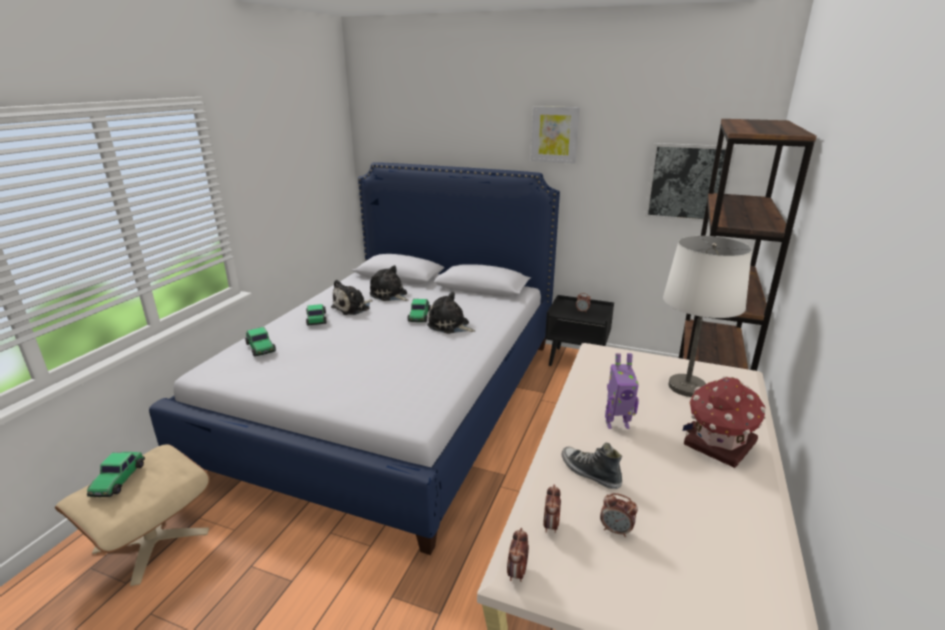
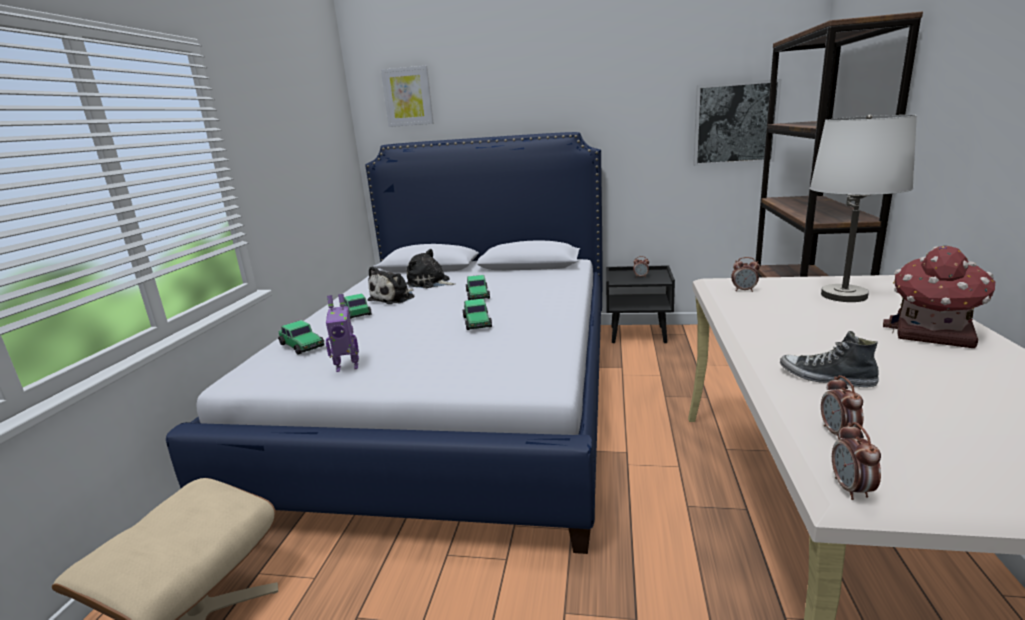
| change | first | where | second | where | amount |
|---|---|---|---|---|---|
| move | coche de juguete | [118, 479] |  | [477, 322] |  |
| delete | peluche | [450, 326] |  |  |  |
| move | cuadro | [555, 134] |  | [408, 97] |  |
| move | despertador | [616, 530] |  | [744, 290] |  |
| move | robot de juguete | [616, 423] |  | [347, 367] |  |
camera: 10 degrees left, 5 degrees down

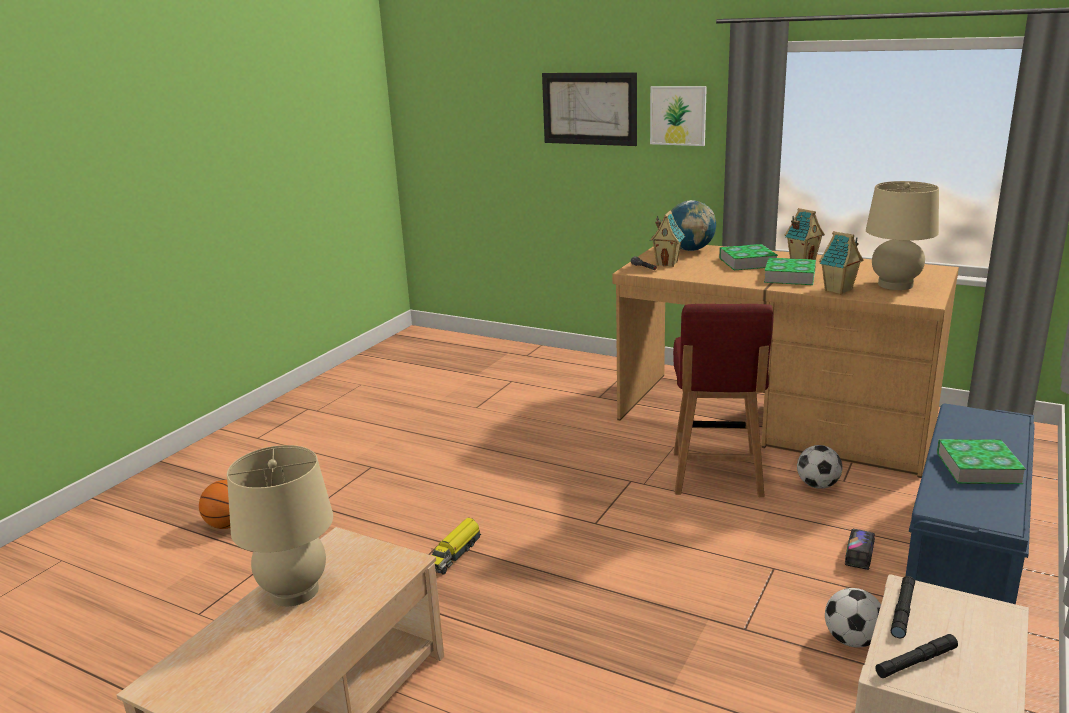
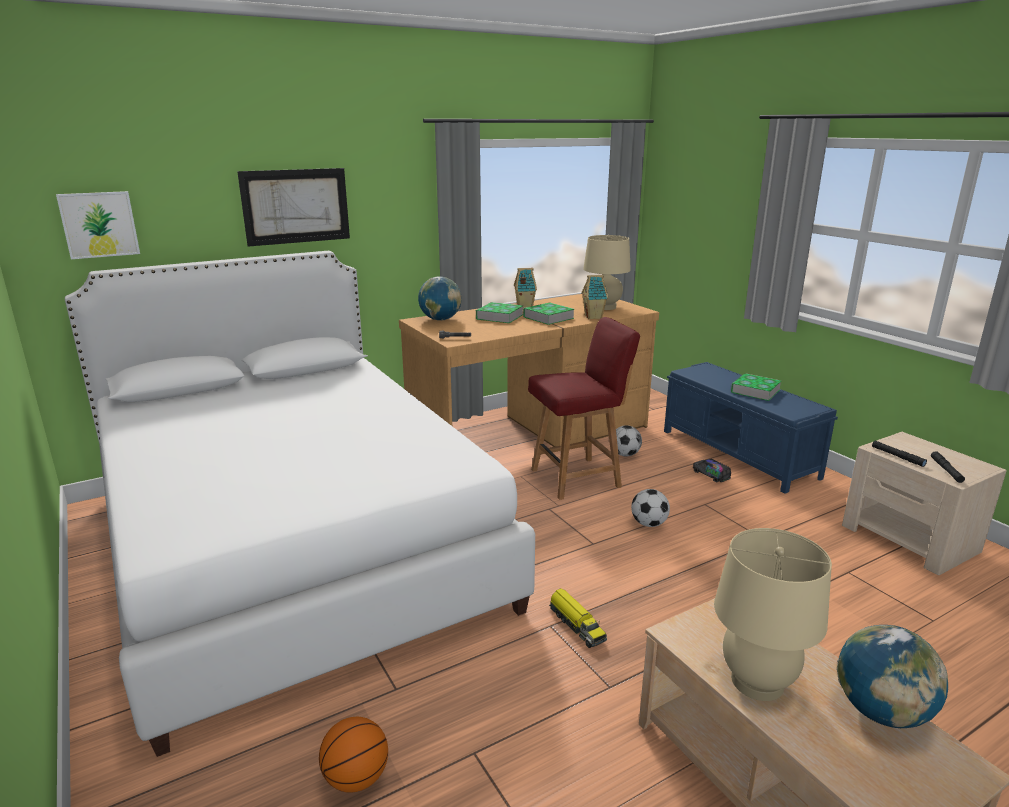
| change | first | where | second | where | amount |
|---|---|---|---|---|---|
| move | cuadro | [678, 115] |  | [99, 224] |  |
| delete | casita | [667, 263] |  |  |  |
| rotate | silla [rojo] | [716, 475] |  | [577, 478] | 60 degrees counterclockwise |
| move | balón de fútbol | [852, 640] |  | [649, 524] |  |
| insert |  |  | cama [blanco] | [293, 546] |  |
| insert |  |  | globo terráqueo | [881, 712] |  |
camera: 60 degrees left, 0 degrees up

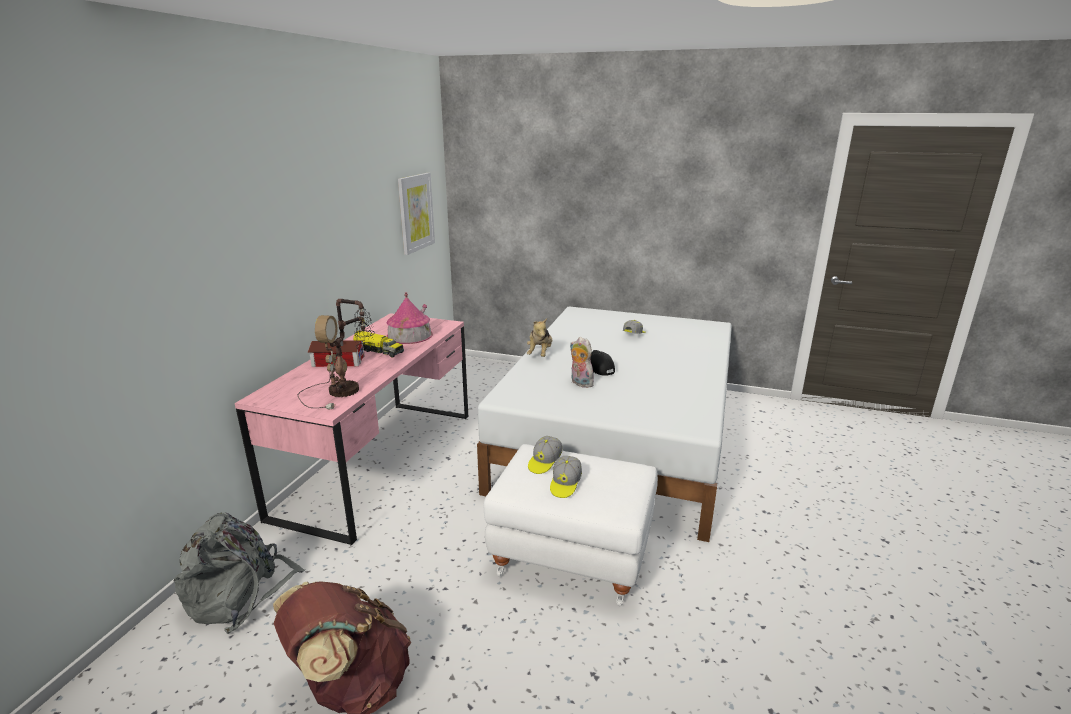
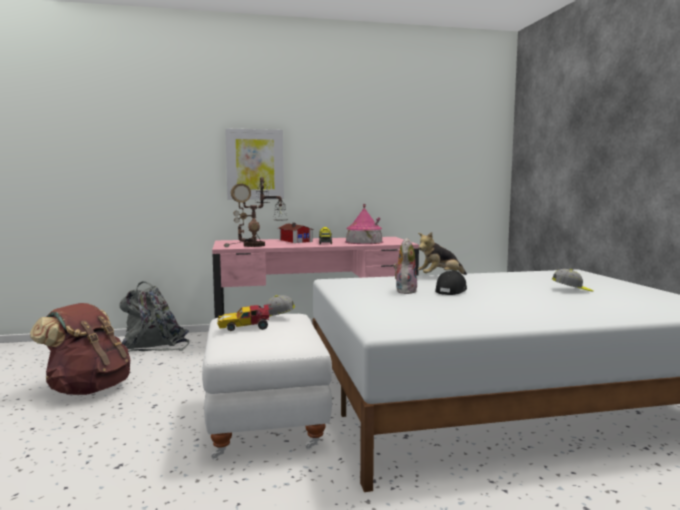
| change | first | where | second | where | amount |
|---|---|---|---|---|---|
| move | cuadro | [416, 212] |  | [255, 164] |  |
| replace | gorra | [565, 484] | coche de juguete | [246, 327] |  |
camera: 60 degrees right, 15 degrees down

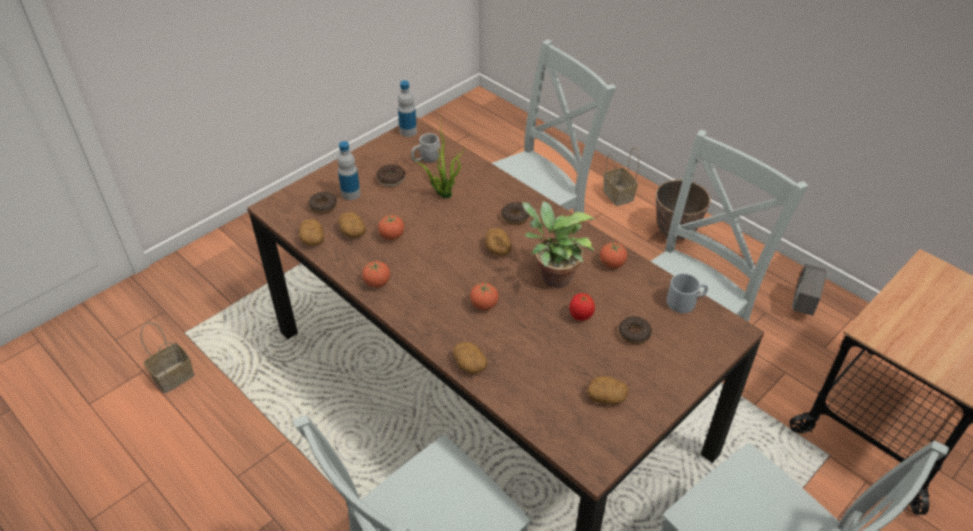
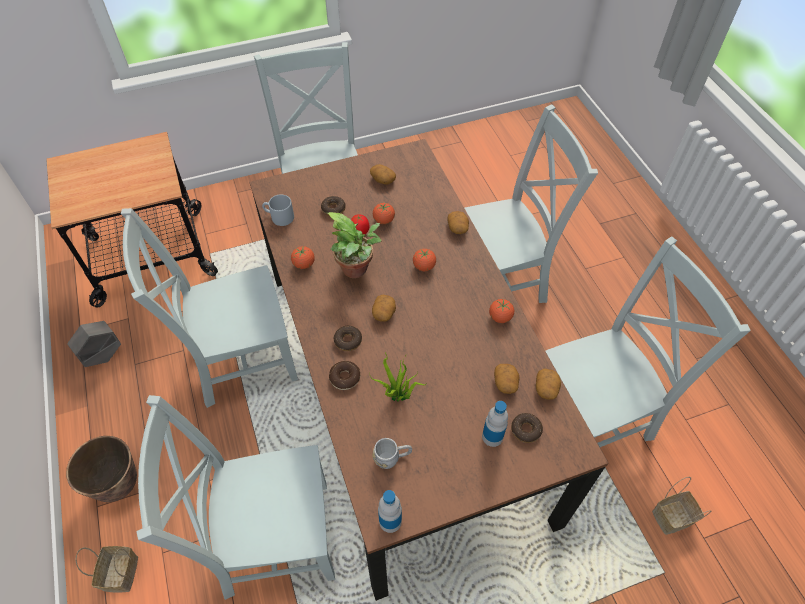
| change | first | where | second | where | amount |
|---|---|---|---|---|---|
| move | rosquilla | [391, 179] |  | [345, 378] |  |
| move | tomate | [392, 236] |  | [384, 220] |  |
| insert |  |  | silla [gris] | [593, 416] |  |
camera: 155 degrees left, 10 degrees up

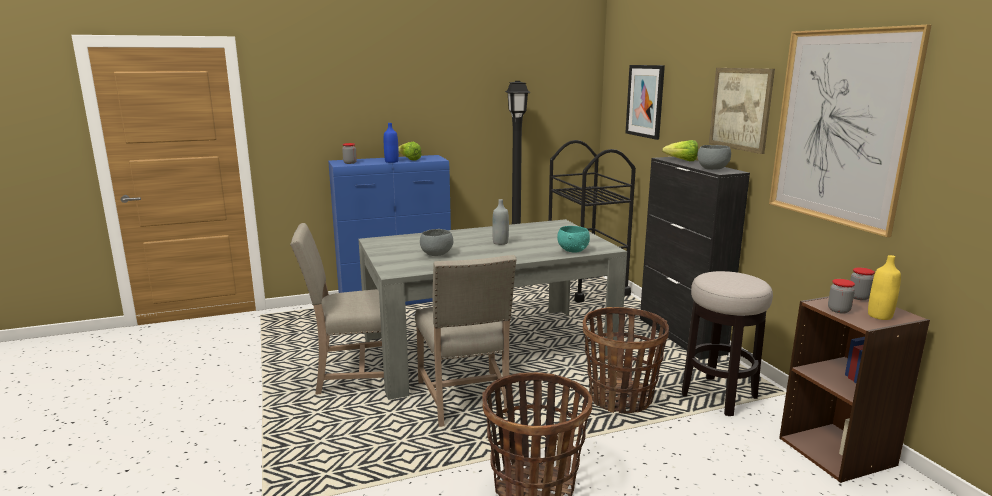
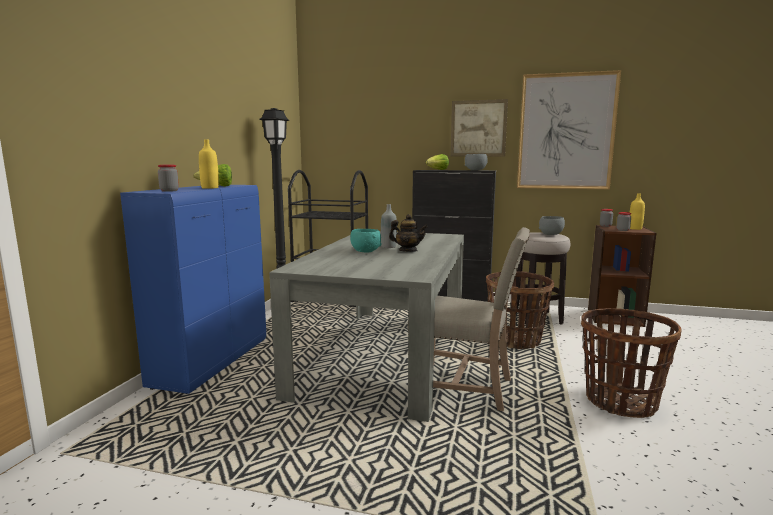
| change | first | where | second | where | amount |
|---|---|---|---|---|---|
| delete | silla [beis] | [357, 375] |  |  |  |
| recolor | botella [azul] | [391, 161] | botella [amarillo] | [210, 188] |  |
| move | cuenco [gris] | [436, 254] |  | [551, 234] |  |
| move | cuenco [turquesa] | [573, 250] |  | [365, 251] |  |
| delete | cuadro | [645, 101] |  |  |  |
| insert |  |  | tetera | [408, 251] |  |
camera: 55 degrees left, 5 degrees down

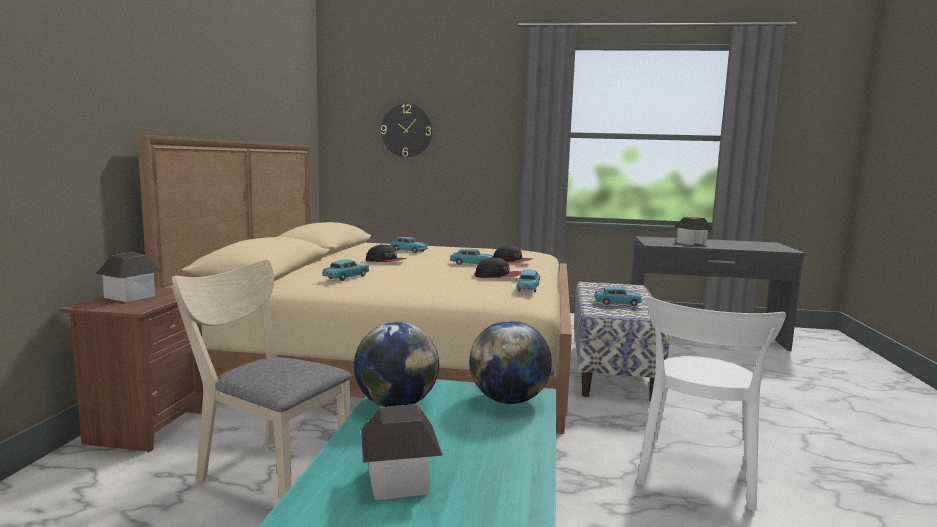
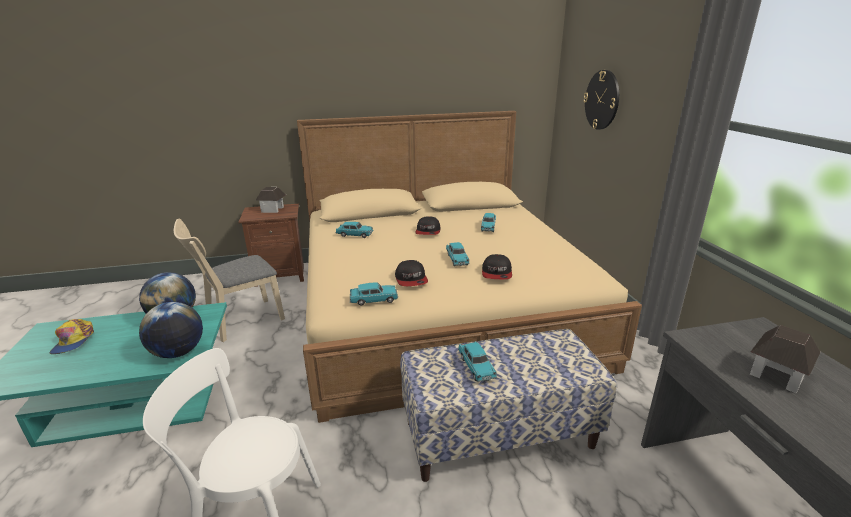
| change | first | where | second | where | amount |
|---|---|---|---|---|---|
| rotate | silla [beis] | [268, 470] |  | [239, 321] | 135 degrees counterclockwise |
| replace | casita | [399, 481] | gorra | [74, 341] |  |
camera: 70 degrees right, 15 degrees up

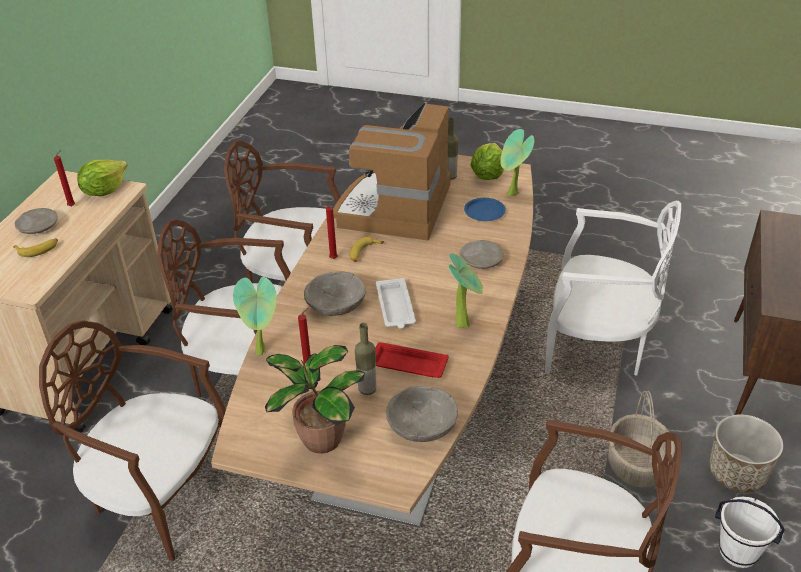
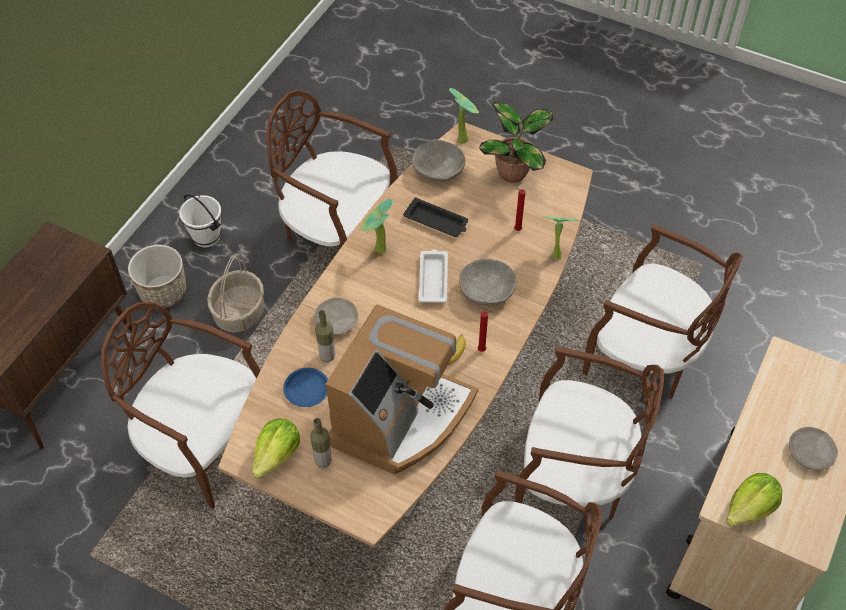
| change | first | where | second | where | amount |
|---|---|---|---|---|---|
| delete | plátano | [38, 249] |  |  |  |
| delete | vela [rojo] | [73, 205] |  |  |  |
| move | botella | [367, 389] |  | [327, 356] |  |
| recolor | bandeja [rojo] | [407, 364] | bandeja [negro] | [437, 221] |  |
| move | planta en maceta | [512, 195] |  | [463, 139] |  |
| recolor | silla [blanco] | [597, 346] | silla [marrón] | [203, 443] |  |
camera: 170 degrees left, 15 degrees up

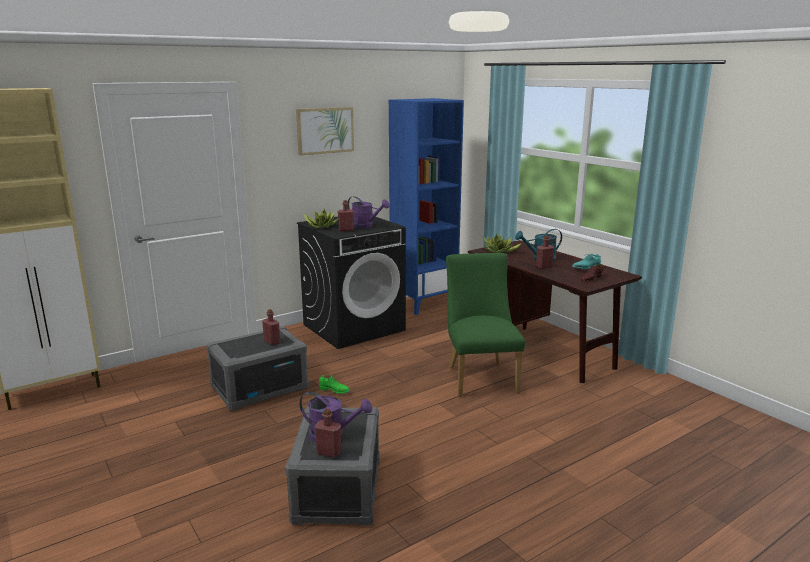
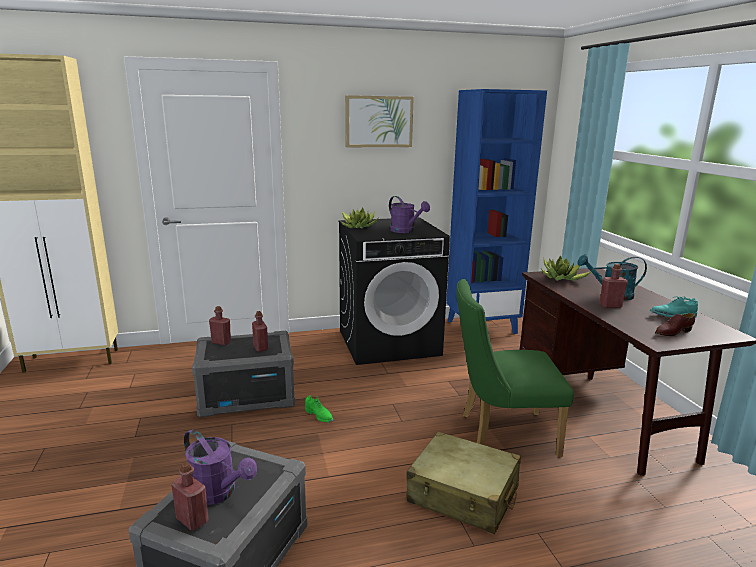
| change | first | where | second | where | amount |
|---|---|---|---|---|---|
| move | botella [rojo] | [346, 230] |  | [221, 342] |  |
| rotate | silla [verde] | [480, 376] |  | [500, 434] | 105 degrees counterclockwise |
| insert |  |  | maleta [beis] | [463, 495] |  |
camera: 20 degrees right, 0 degrees up

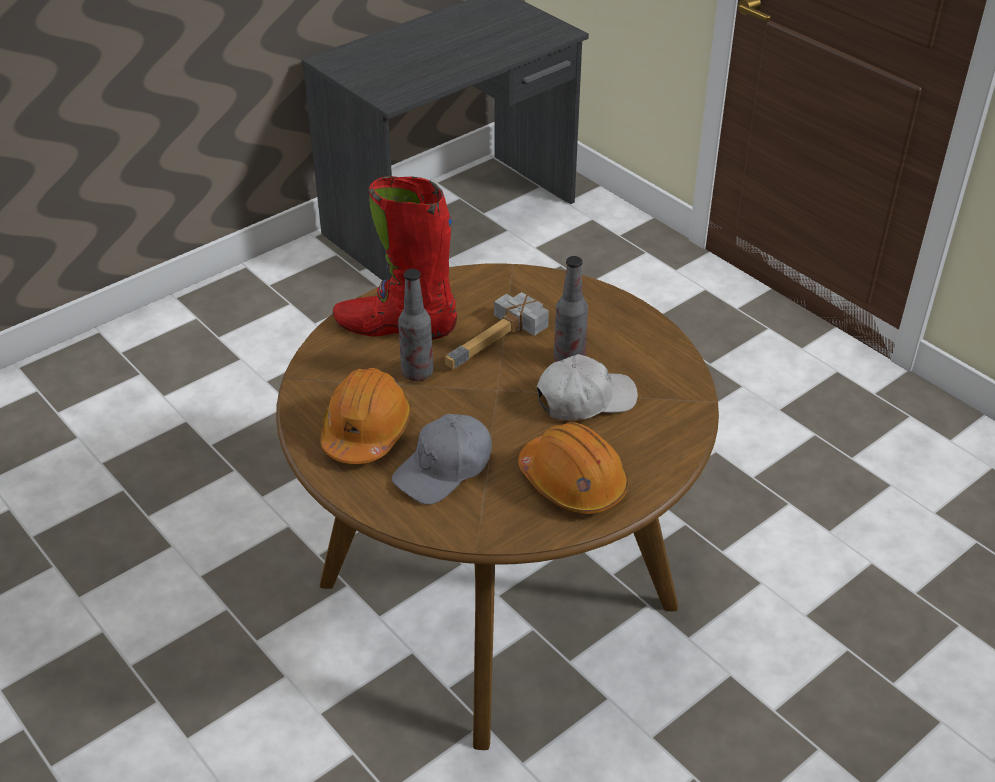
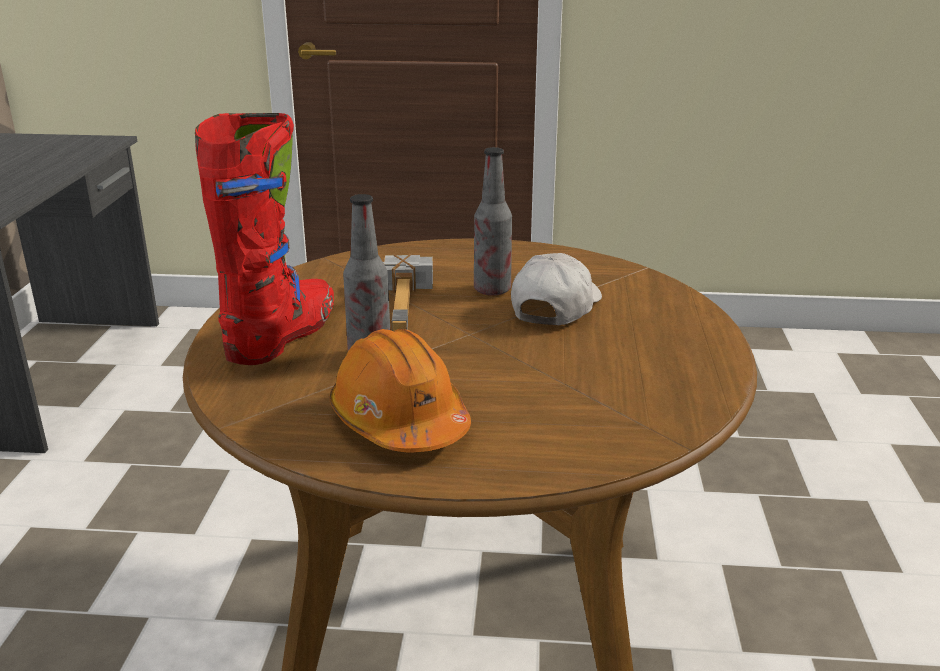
| change | first | where | second | where | amount |
|---|---|---|---|---|---|
| rotate | bota [rojo] | [396, 327] |  | [283, 336] | 150 degrees clockwise |
| delete | gorra [gris] | [444, 469] |  |  |  |
| delete | casco [naranja] | [573, 482] |  |  |  |
camera: 45 degrees left, 15 degrees down

